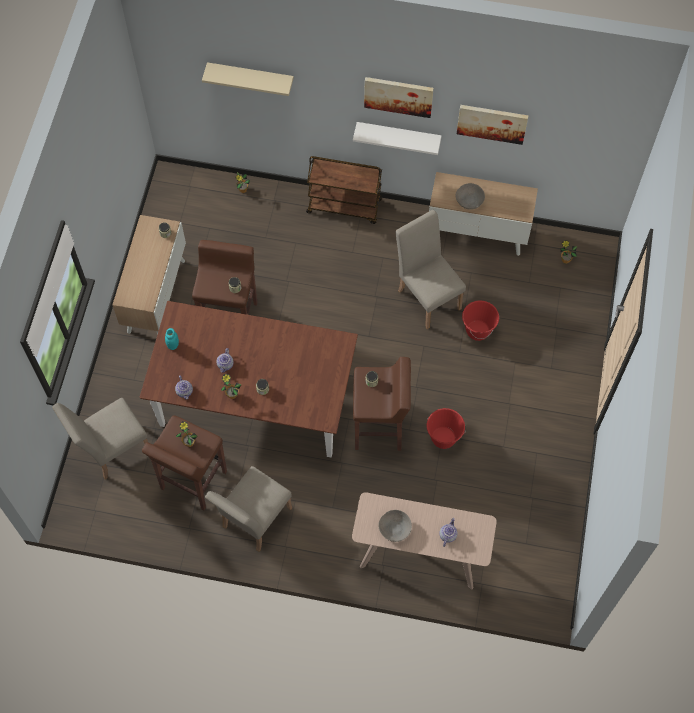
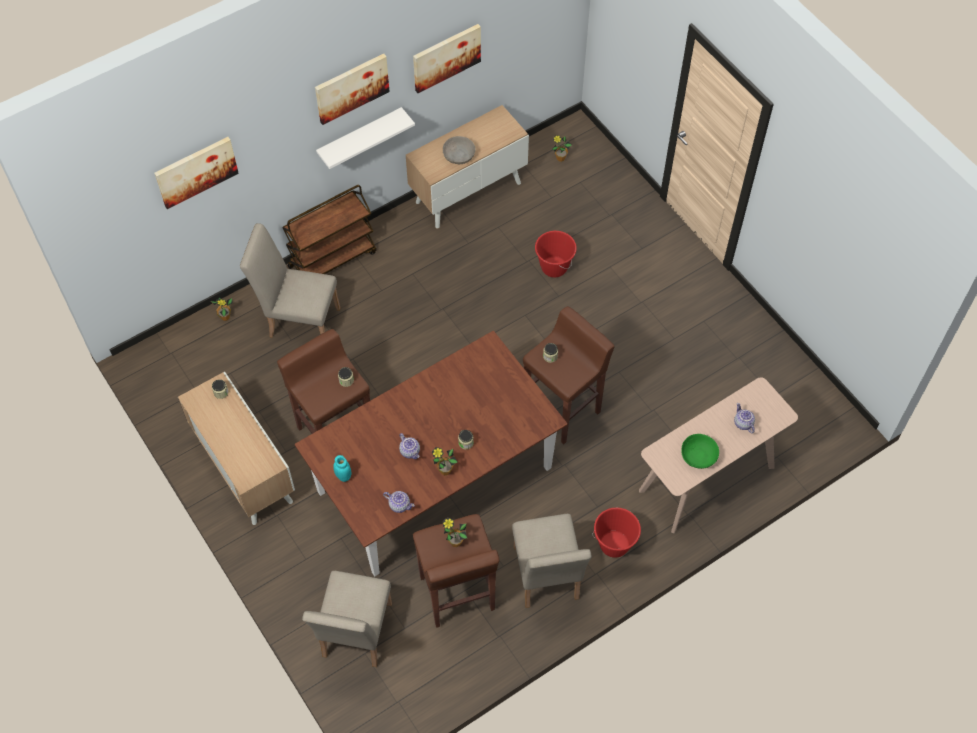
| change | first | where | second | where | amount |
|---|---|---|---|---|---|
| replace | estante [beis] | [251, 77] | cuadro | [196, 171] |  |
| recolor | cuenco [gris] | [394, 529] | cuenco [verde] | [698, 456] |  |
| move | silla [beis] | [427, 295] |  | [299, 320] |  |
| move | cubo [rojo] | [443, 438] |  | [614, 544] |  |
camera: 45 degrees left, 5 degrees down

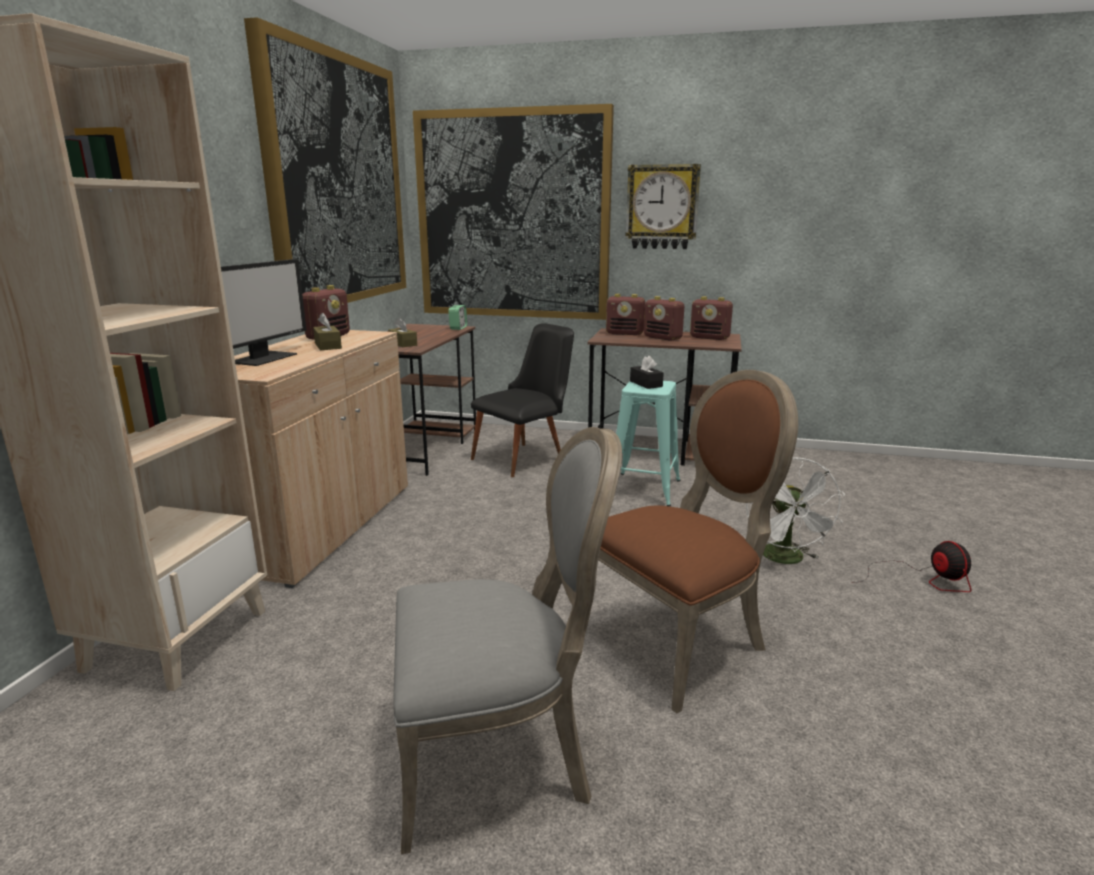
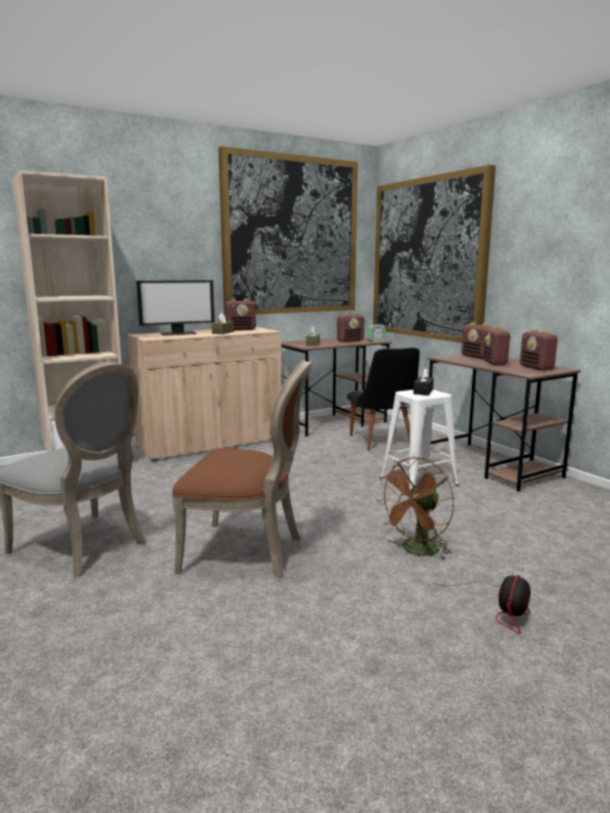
| change | first | where | second | where | amount |
|---|---|---|---|---|---|
| rotate | silla [negro] | [525, 457] |  | [382, 443] | 75 degrees clockwise |
| recolor | taburete [turquesa] | [644, 489] | taburete [blanco] | [418, 481] |  |
| delete | reloj de pared | [662, 207] |  |  |  |
| recolor | ventilador [blanco] | [787, 560] | ventilador [marrón] | [417, 551] |  |
| insert |  |  | radio | [350, 340] |  |
camera: 45 degrees right, 5 degrees down

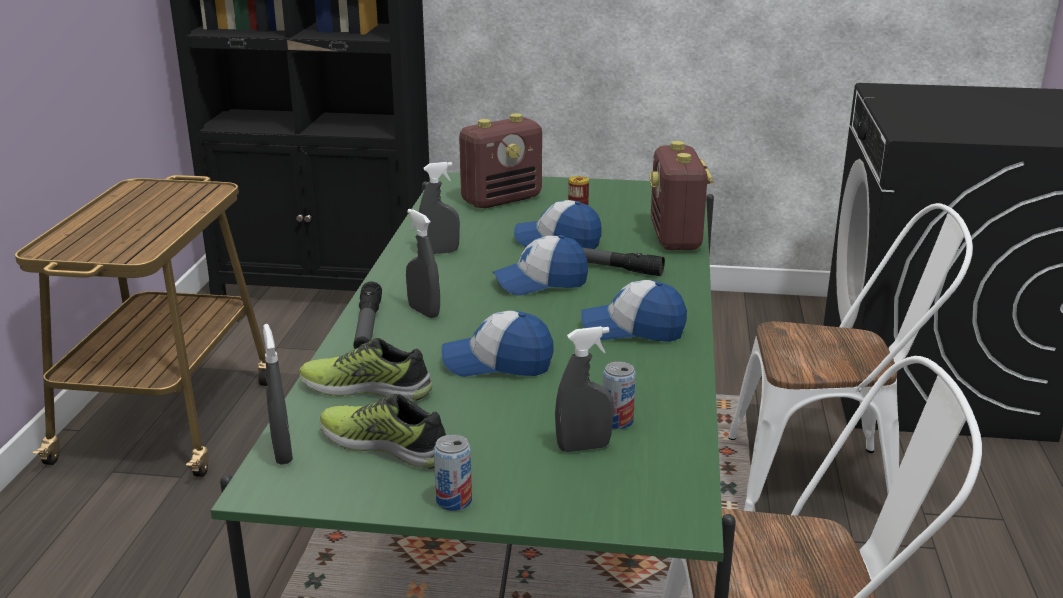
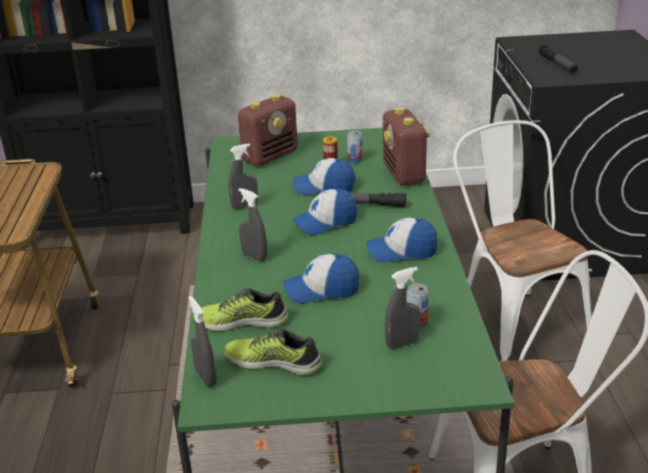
| change | first | where | second | where | amount |
|---|---|---|---|---|---|
| move | linterna | [367, 326] |  | [557, 64] |  |
| move | lata | [454, 501] |  | [355, 160] |  |
| rotate | silla [blanco] | [826, 482] |  | [513, 323] | 105 degrees counterclockwise |
camera: 10 degrees left, 5 degrees up

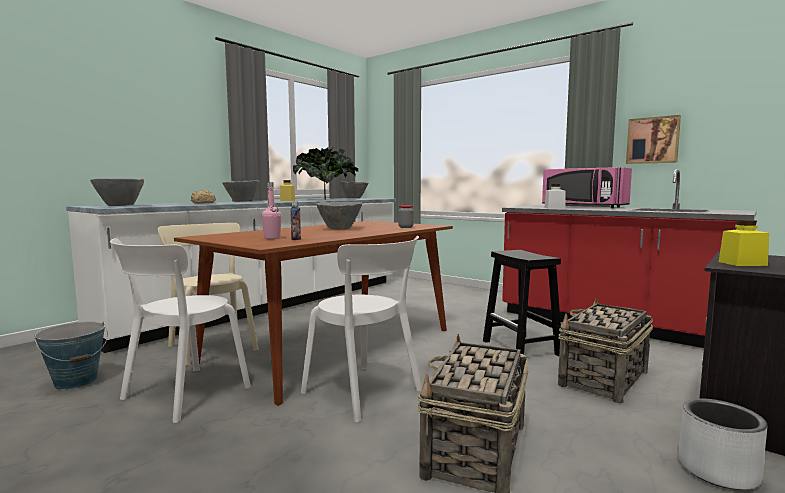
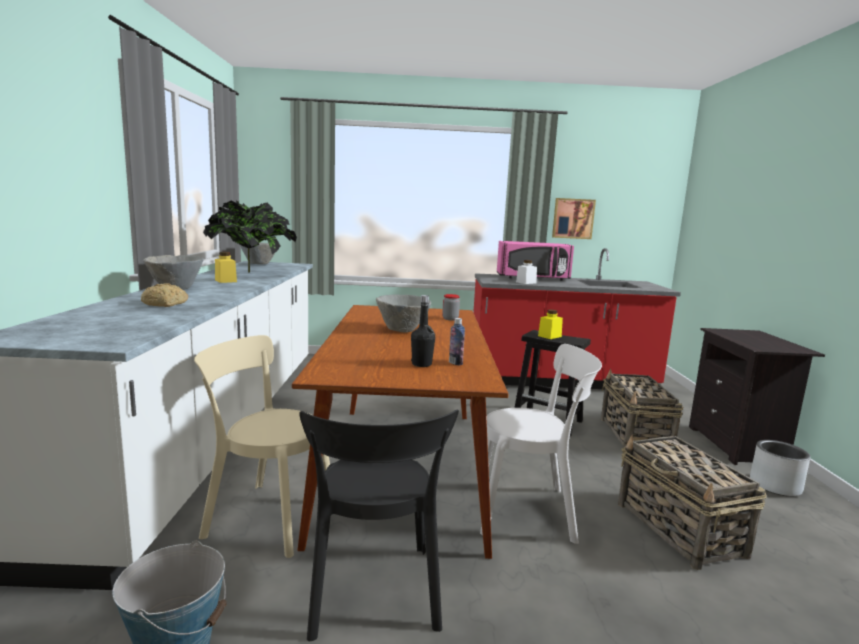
| change | first | where | second | where | amount |
|---|---|---|---|---|---|
| delete | cuenco [gris] | [119, 206] |  |  |  |
| recolor | silla [blanco] | [181, 395] | silla [negro] | [373, 595] |  |
| recolor | botella [rosa] | [272, 238] | botella [negro] | [421, 364] |  |
| move | tarro [amarillo] | [742, 263] |  | [549, 336] |  |
camera: 40 degrees left, 5 degrees up

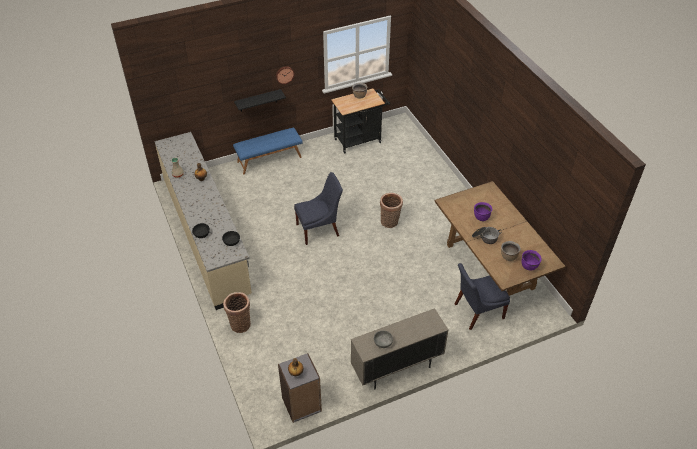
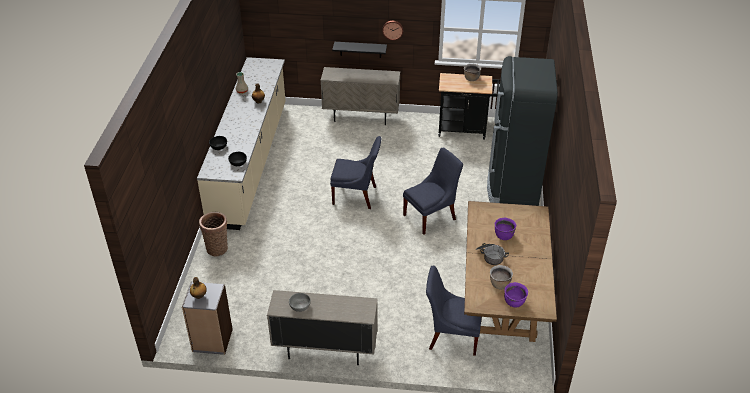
| change | first | where | second | where | amount |
|---|---|---|---|---|---|
| replace | banco [azul] | [269, 159] | armario [beis] | [361, 117] |  |
| replace | cesta | [390, 222] | silla [azul] | [431, 216] |  |
| insert |  |  | nevera [negro] | [512, 187] |  |
camera: 30 degrees right, 5 degrees down

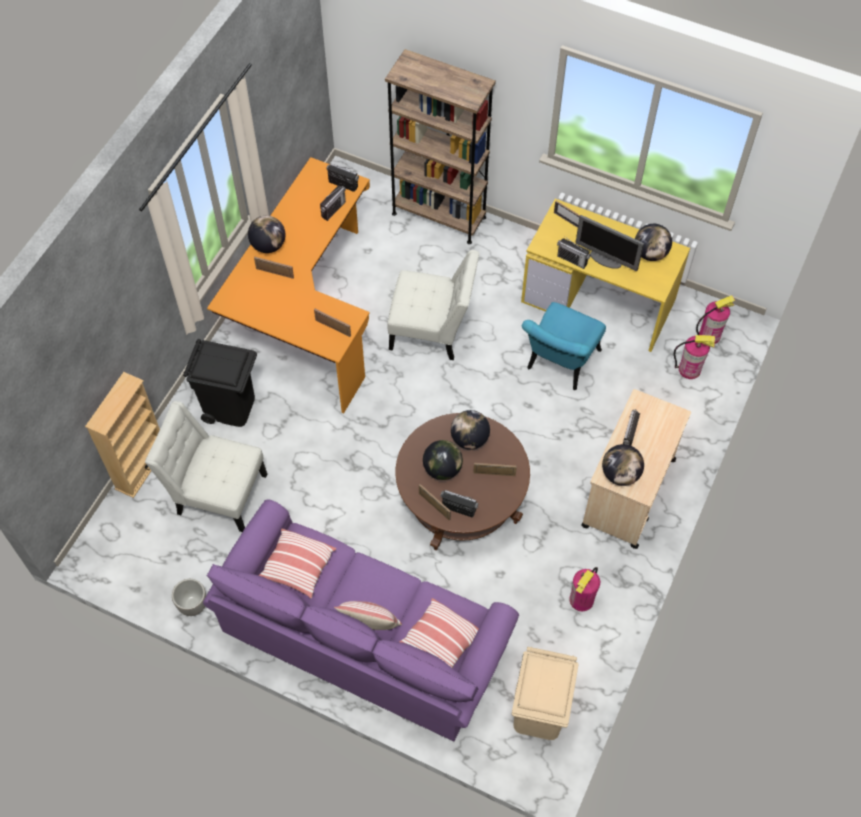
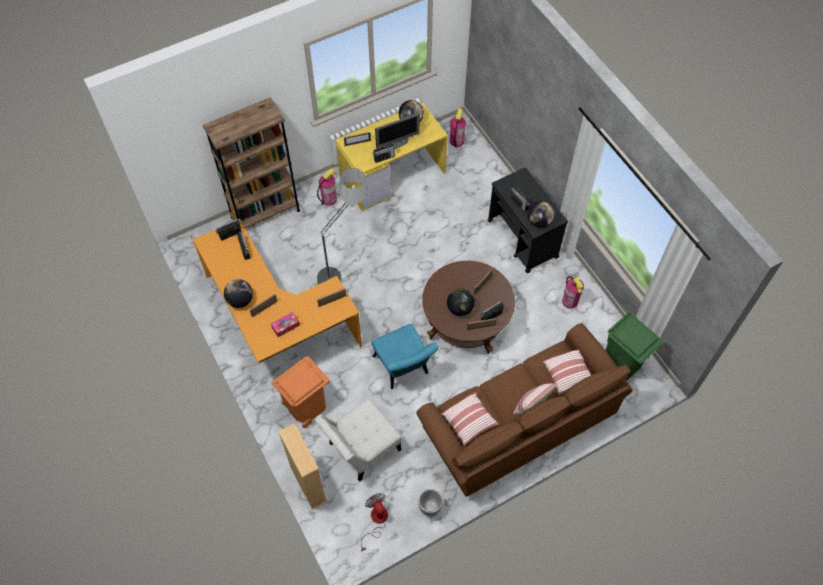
| change | first | where | second | where | amount |
|---|---|---|---|---|---|
| recolor | papelera [negro] | [230, 406] | papelera [naranja] | [306, 406] |  |
| recolor | sofá [morado] | [364, 638] | sofá [marrón] | [518, 423] |  |
| replace | silla [blanco] | [432, 330] | lámpara de pie | [343, 266] |  |
| delete | globo terráqueo | [469, 439] |  |  |  |
| recolor | papelera [beis] | [539, 714] | papelera [verde] | [622, 363] |  |
| move | silla [turquesa] | [559, 365] |  | [403, 369] |  |
| recolor | carrito [beis] | [628, 493] | carrito [negro] | [523, 239] |  |
| move | extintor | [689, 369] |  | [329, 199] |  |
| insert |  |  | caja de pañuelos | [286, 326] |  |
| insert |  |  | ventilador | [376, 521] |  |
camera: 55 degrees left, 0 degrees up

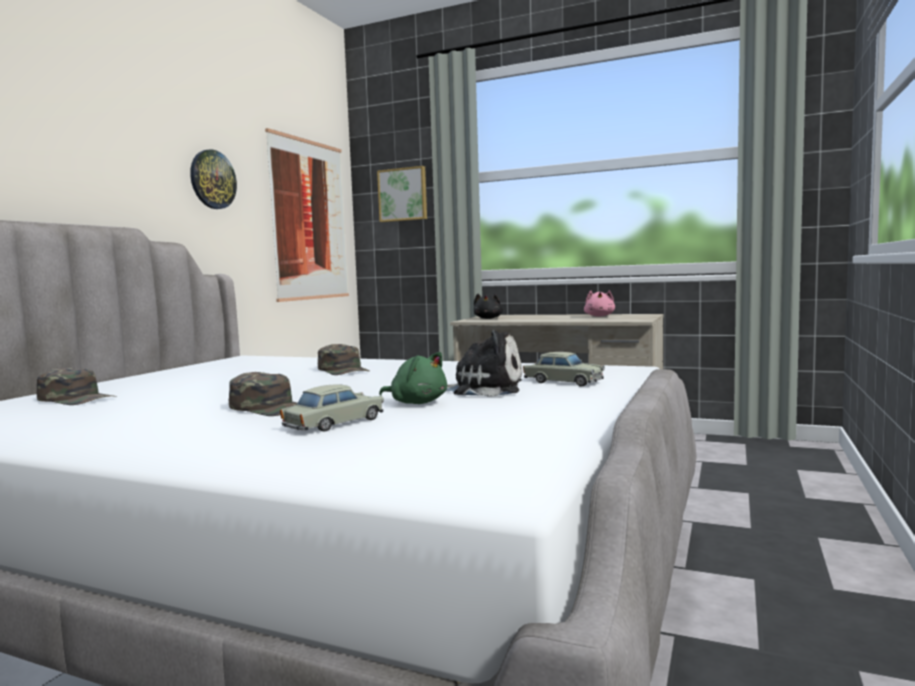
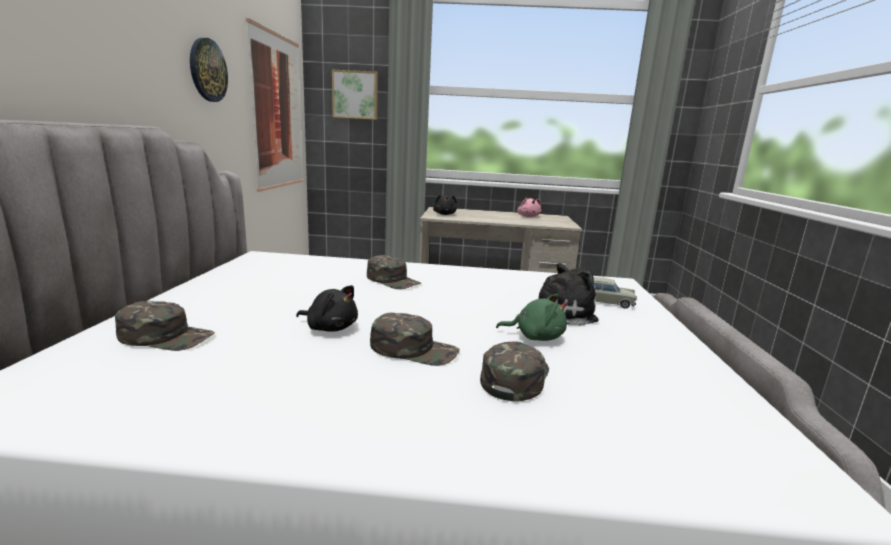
| change | first | where | second | where | amount |
|---|---|---|---|---|---|
| replace | coche de juguete [beis] | [334, 423] | gorra [verde] | [514, 377] |  |
| insert |  |  | peluche [negro] | [330, 328] |  |
camera: 20 degrees left, 10 degrees up

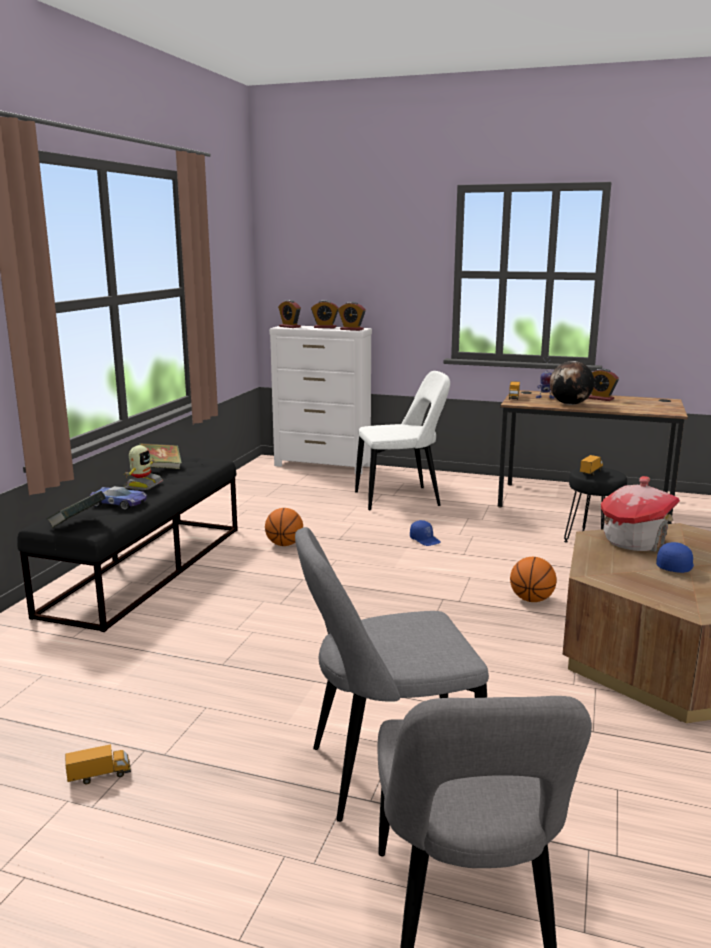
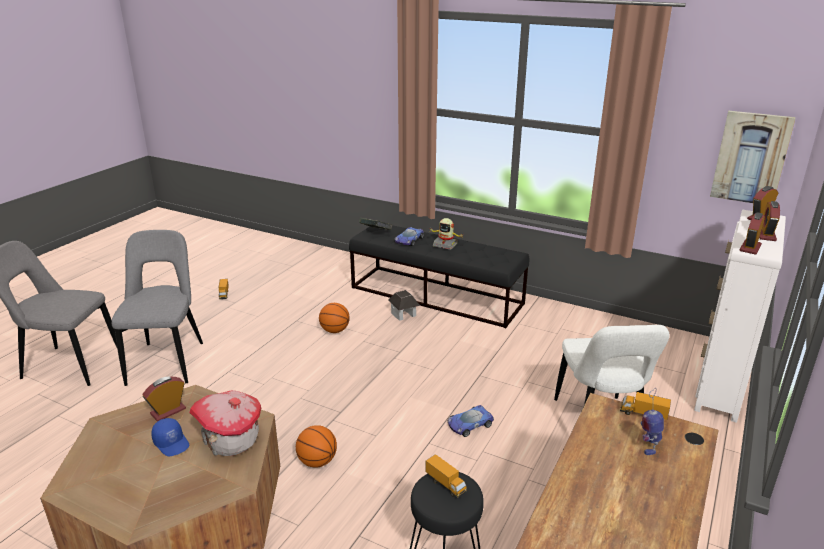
| change | first | where | second | where | amount |
|---|---|---|---|---|---|
| delete | libro | [160, 468] |  |  |  |
| move | balón de baloncesto | [284, 544] |  | [335, 330] |  |
| replace | gorra [azul] | [425, 540] | coche de juguete | [469, 424] |  |
| delete | globo terráqueo | [570, 404] |  |  |  |
| move | despertador | [600, 398] |  | [168, 411] |  |
| insert |  |  | casita | [403, 314] |  |
| insert |  |  | cuadro | [750, 158] |  |
camera: 100 degrees right, 10 degrees up

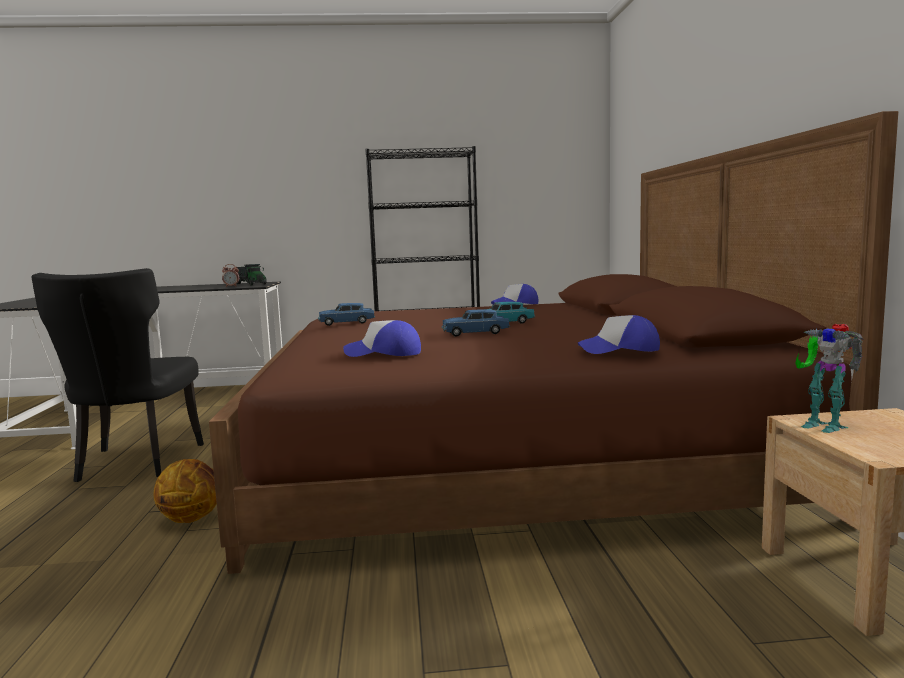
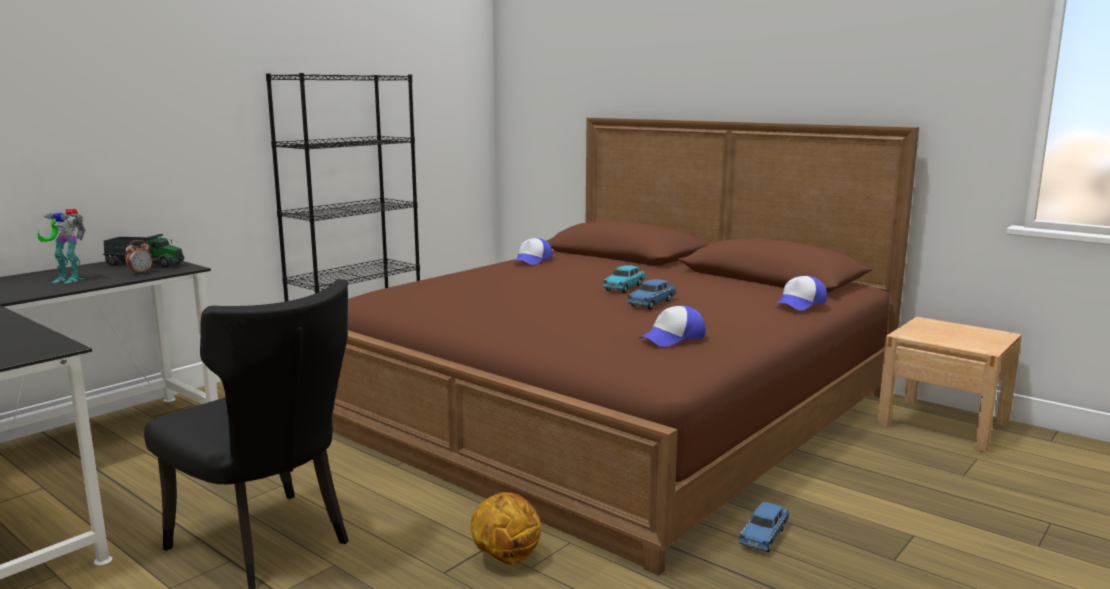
| change | first | where | second | where | amount |
|---|---|---|---|---|---|
| move | coche de juguete [azul] | [346, 323] |  | [764, 536] |  |
| move | robot de juguete | [823, 425] |  | [69, 279] |  |
camera: 45 degrees left, 5 degrees up

